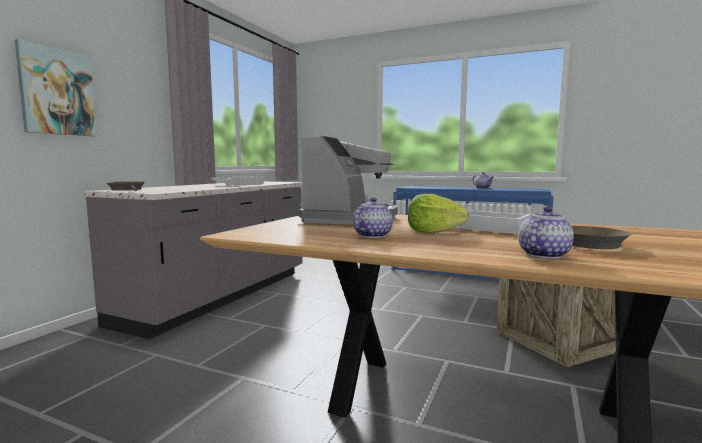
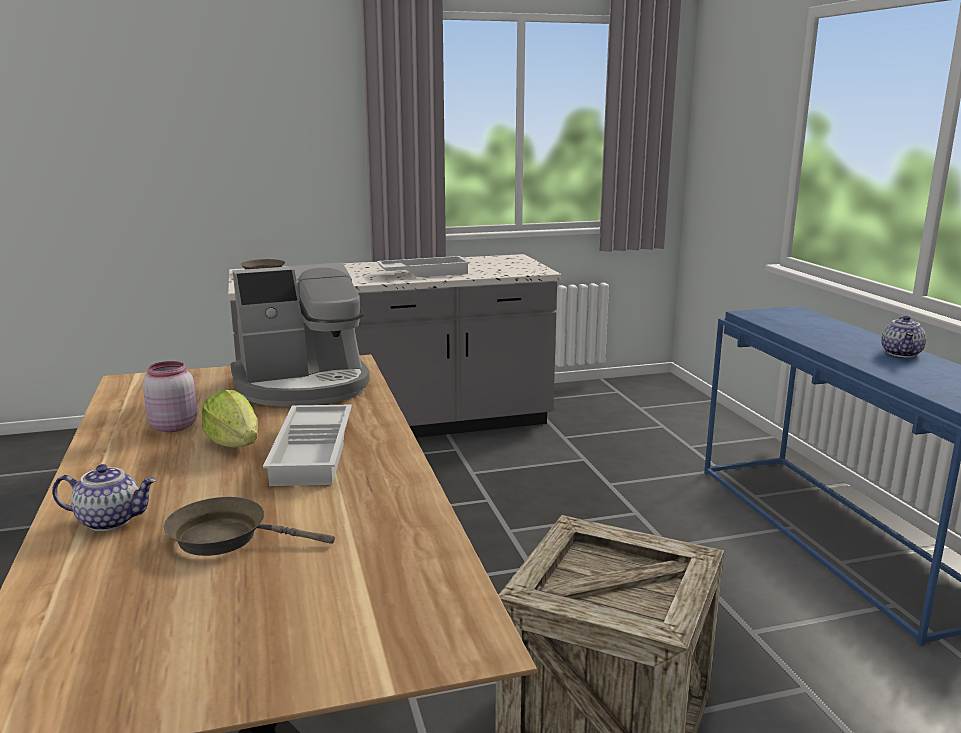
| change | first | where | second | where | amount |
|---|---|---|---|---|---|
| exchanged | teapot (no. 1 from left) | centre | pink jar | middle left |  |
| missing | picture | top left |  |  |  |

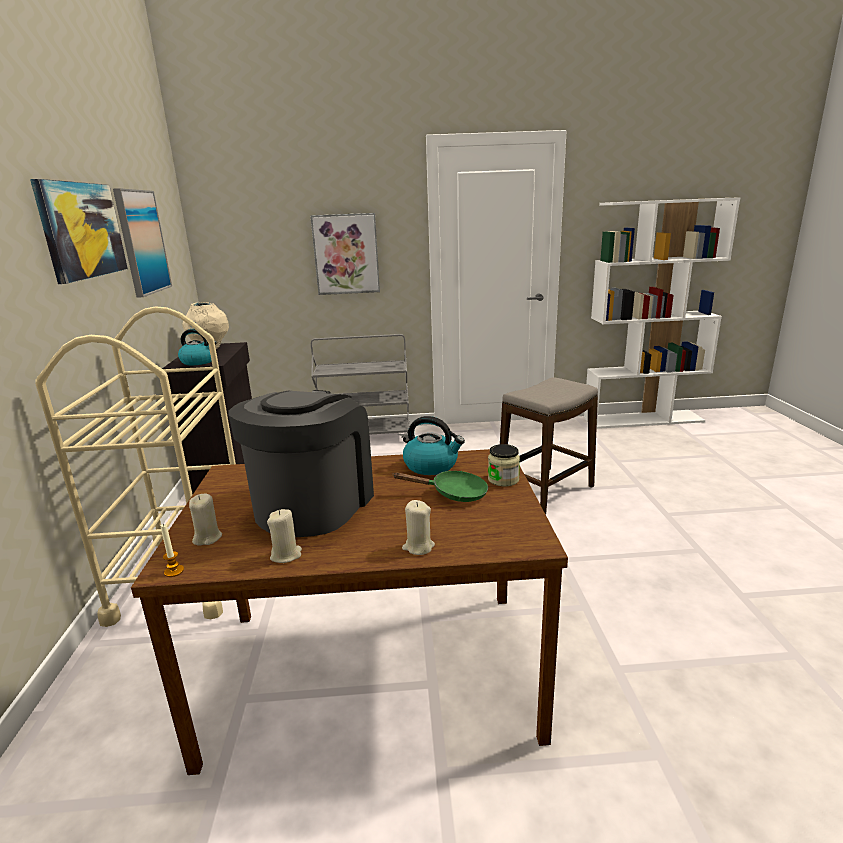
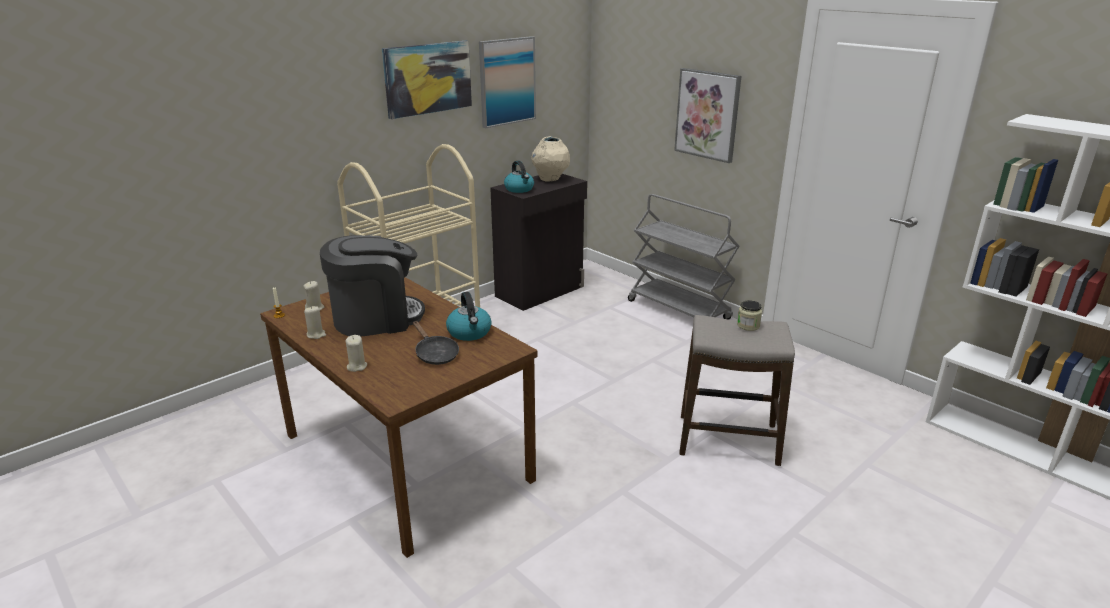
| change | first | where | second | where | amount |
|---|---|---|---|---|---|
| colour | green frying pan | centre | black frying pan | centre |  |
| relocated | jar | centre |  | middle right |  |

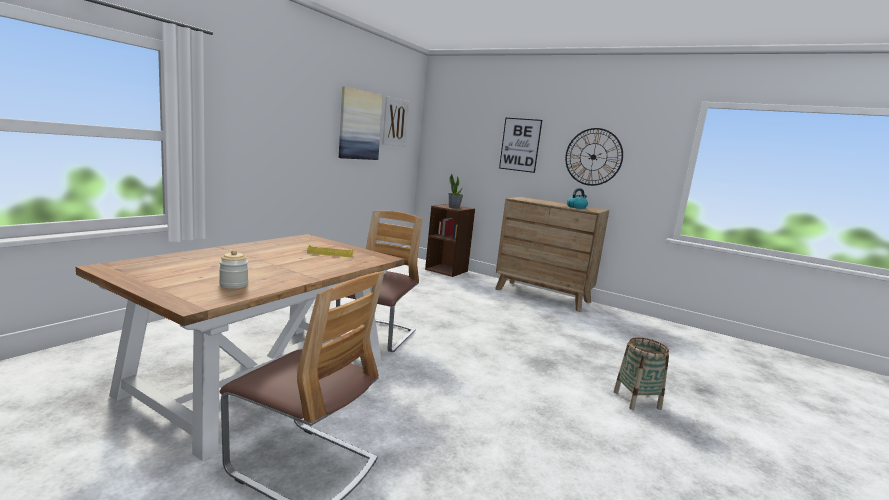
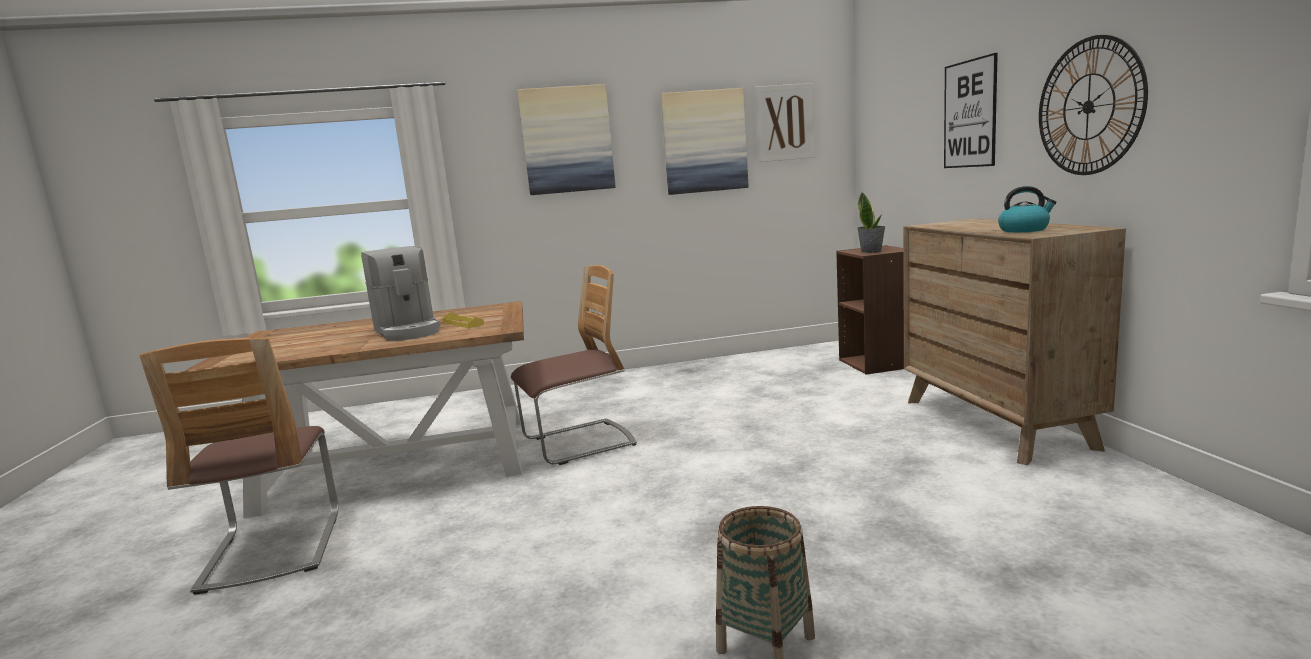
| change | first | where | second | where | amount |
|---|---|---|---|---|---|
| appeared |  |  | coffee machine | middle left |  |
| appeared |  |  | picture (no. 1 from left) | top centre |  |
| missing | jar | middle left |  |  |  |

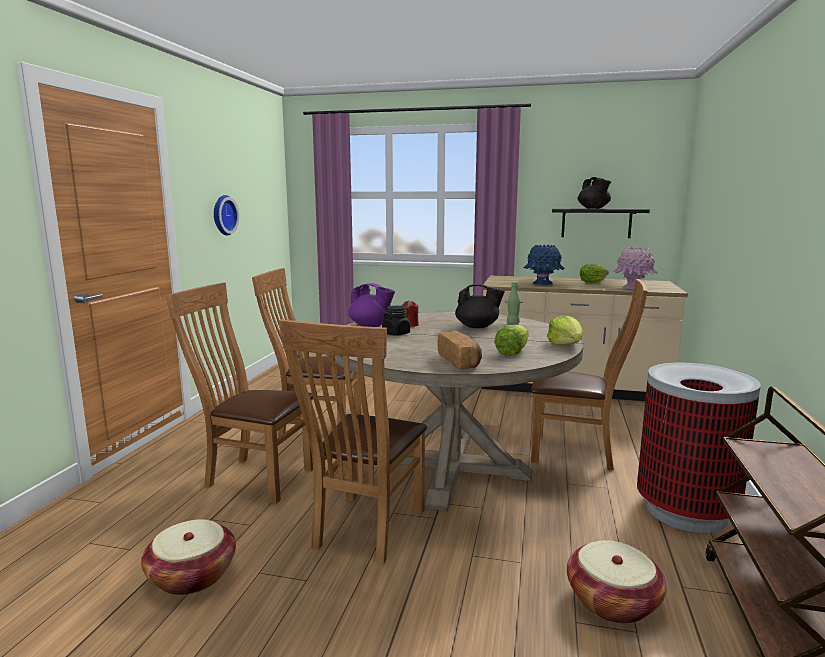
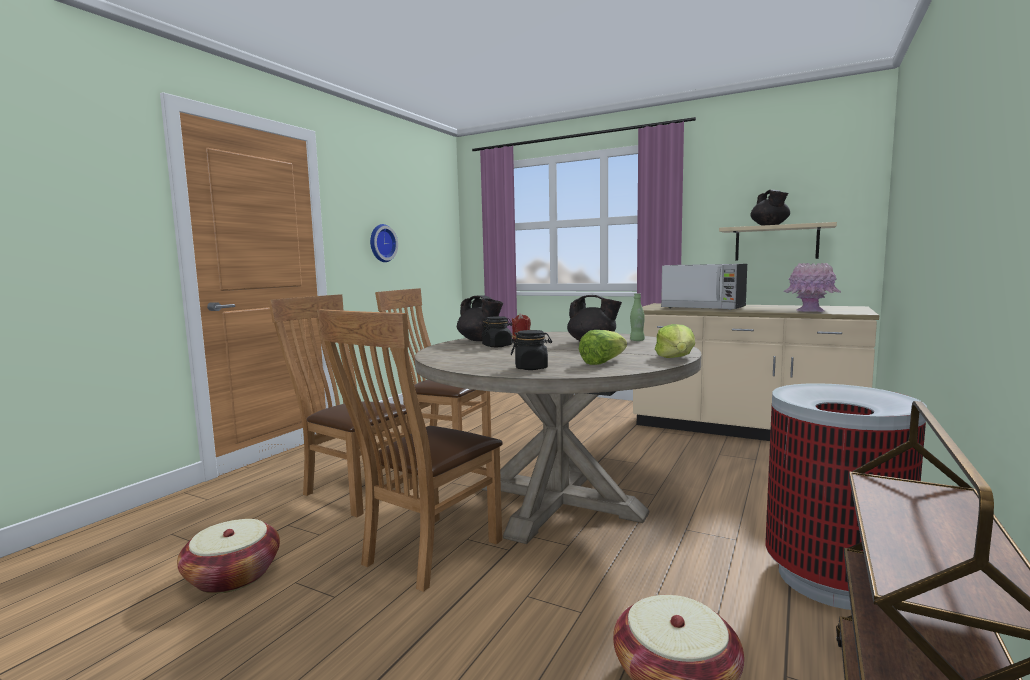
| change | first | where | second | where | amount |
|---|---|---|---|---|---|
| colour | purple teapot | centre | black teapot (no. 1 from left) | centre |  |
| exchanged | bread | centre | black jar (no. 2 from left) | centre |  |
| exchanged | blue vase | centre | microwave | middle right |  |
| colour | black shelf | middle right | beige shelf | middle right |  |
| missing | brown chair (no. 4 from left) | middle right |  |  |  |
| missing | lettuce (no. 3 from left) | middle right |  |  |  |

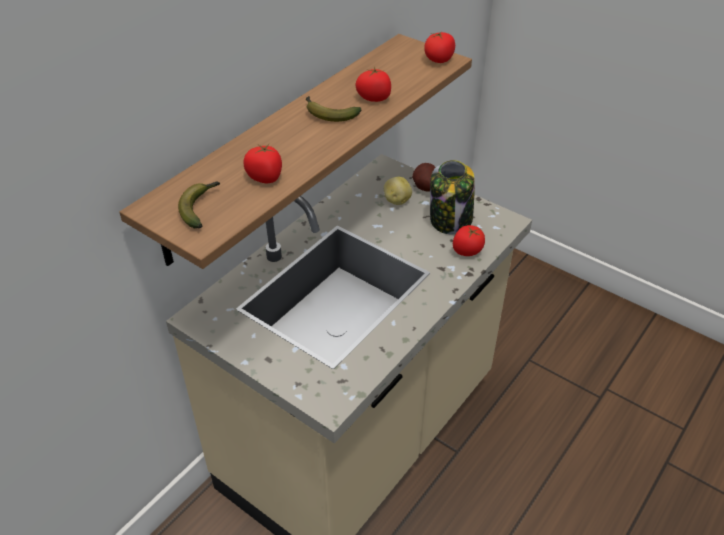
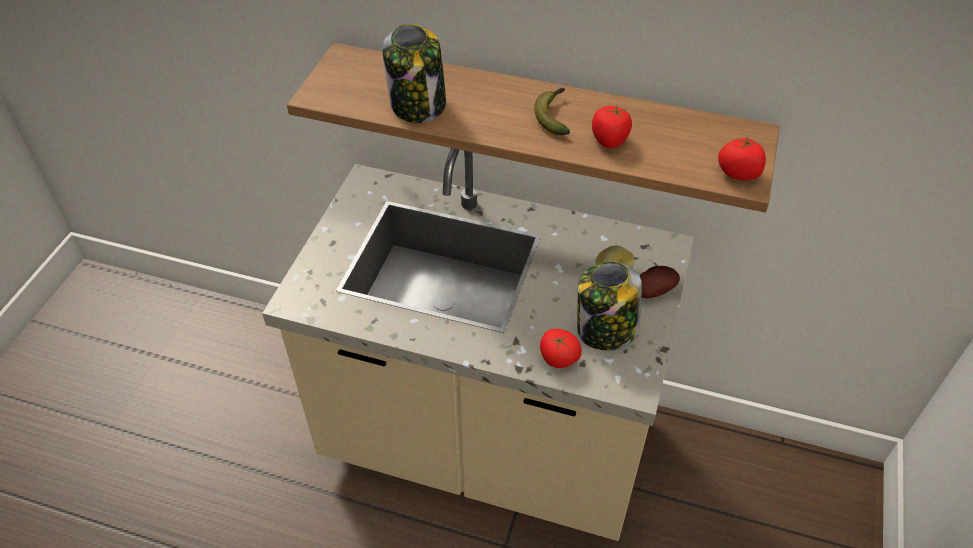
| change | first | where | second | where | amount |
|---|---|---|---|---|---|
| exchanged | tomato (no. 1 from left) | top centre | jar (no. 1 from left) | top centre |  |
| missing | banana (no. 1 from left) | middle left |  |  |  |

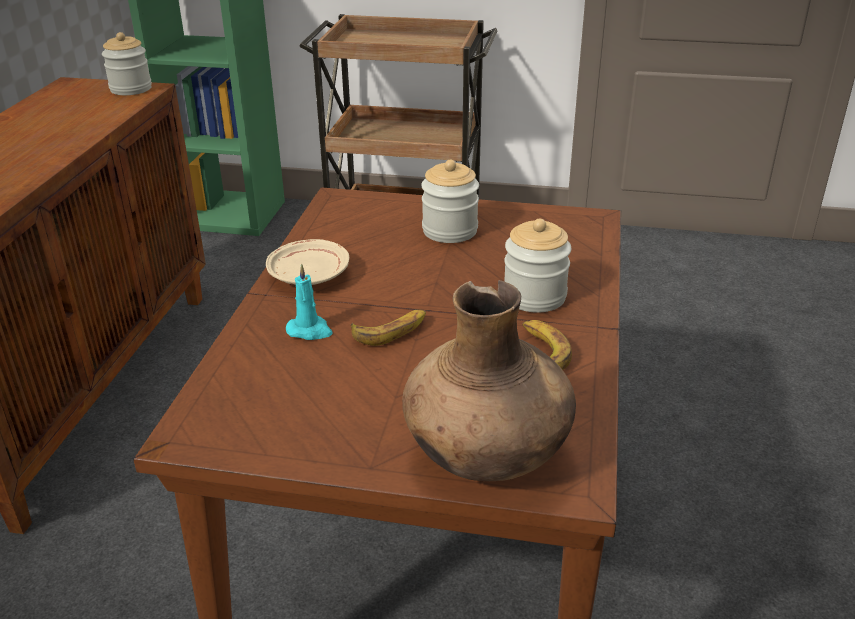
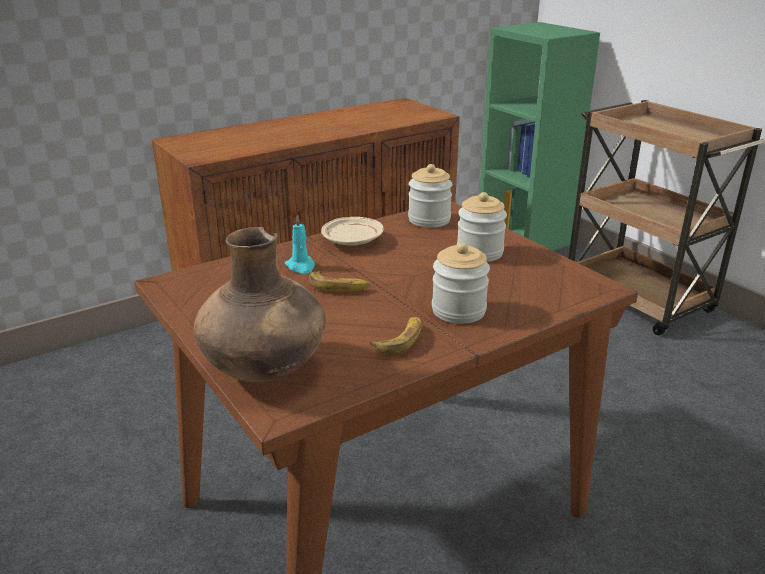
| change | first | where | second | where | amount |
|---|---|---|---|---|---|
| relocated | jar (no. 1 from left) | top left |  | centre |  |

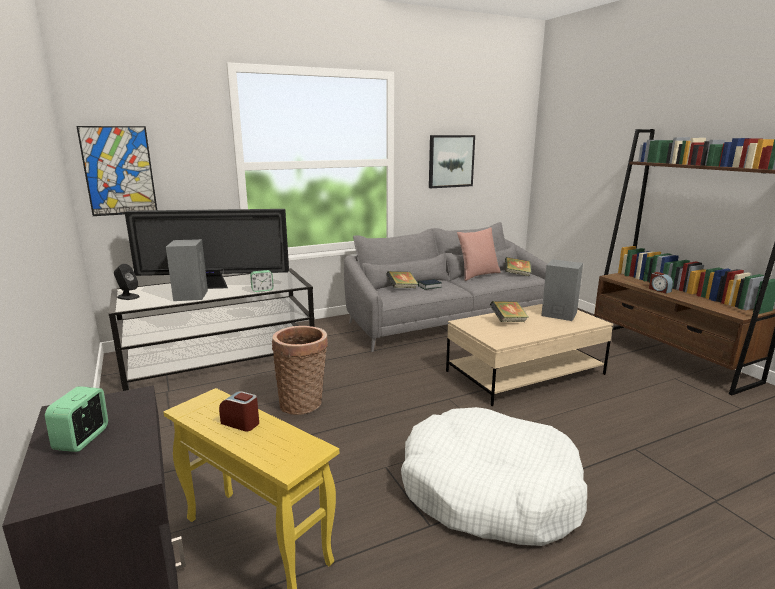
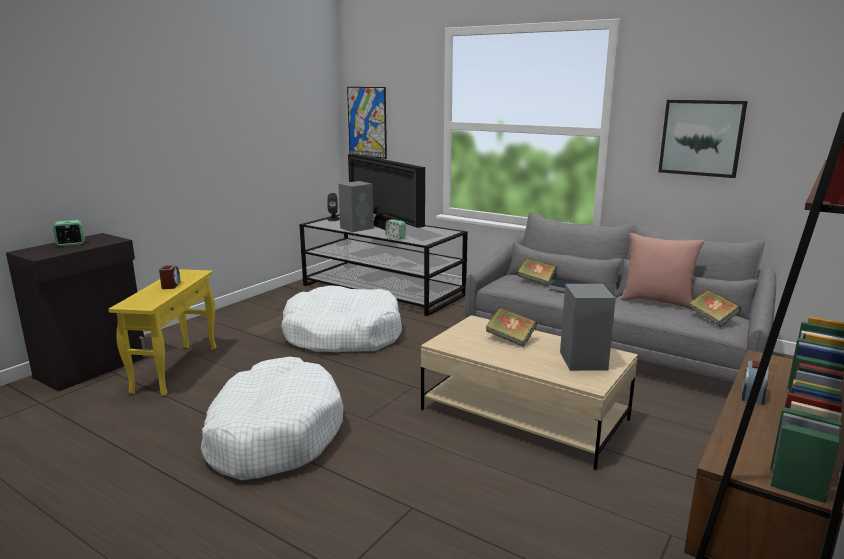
| change | first | where | second | where | amount |
|---|---|---|---|---|---|
| exchanged | basket | centre | white dog bed (no. 2 from left) | centre |  |

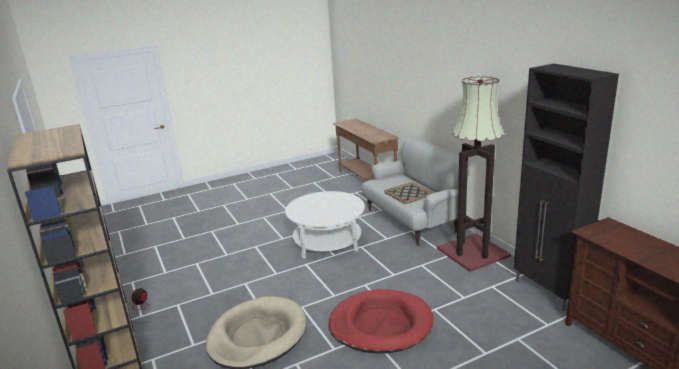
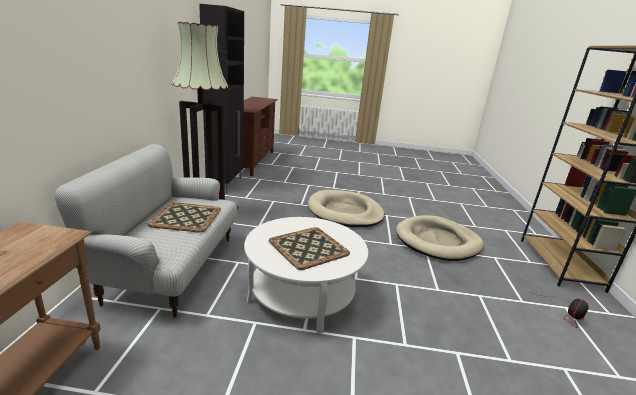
| change | first | where | second | where | amount |
|---|---|---|---|---|---|
| appeared |  |  | tray (no. 2 from left) | centre |  |
| colour | red dog bed | bottom centre | beige dog bed (no. 1 from left) | centre |  |

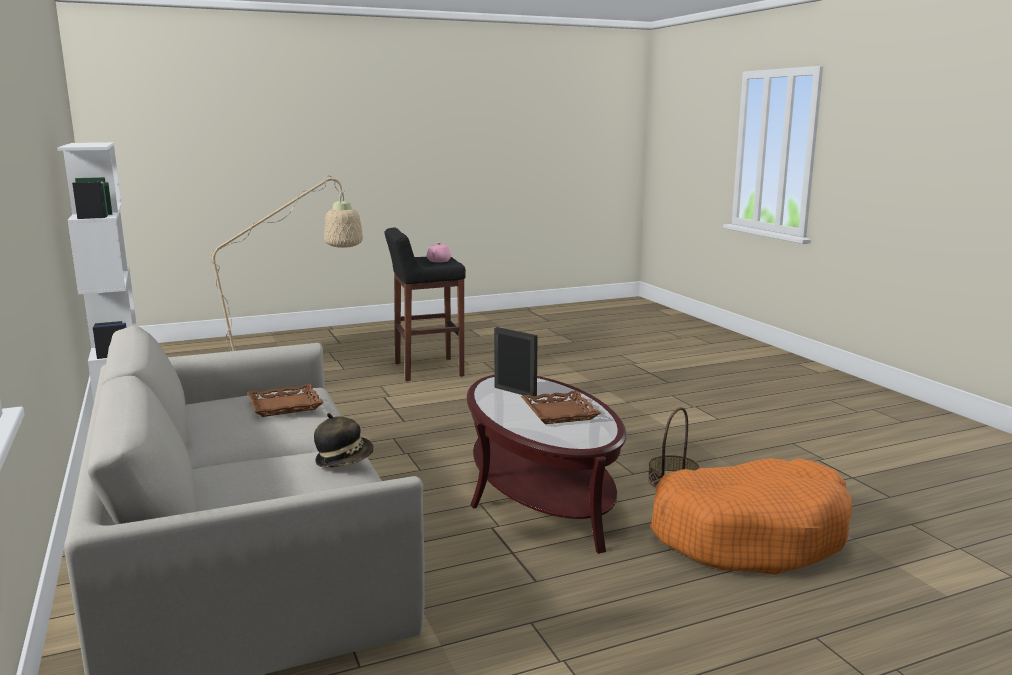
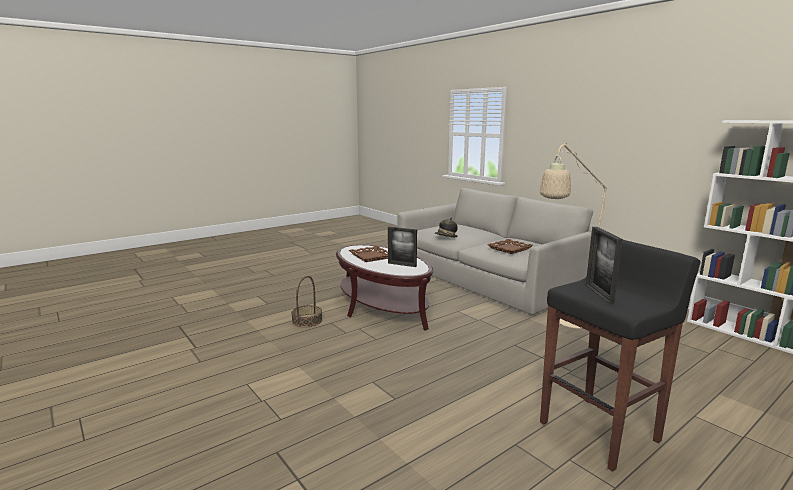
| change | first | where | second | where | amount |
|---|---|---|---|---|---|
| exchanged | pink teapot | centre | picture frame (no. 2 from left) | middle right |  |
| missing | orange dog bed | bottom right |  |  |  |

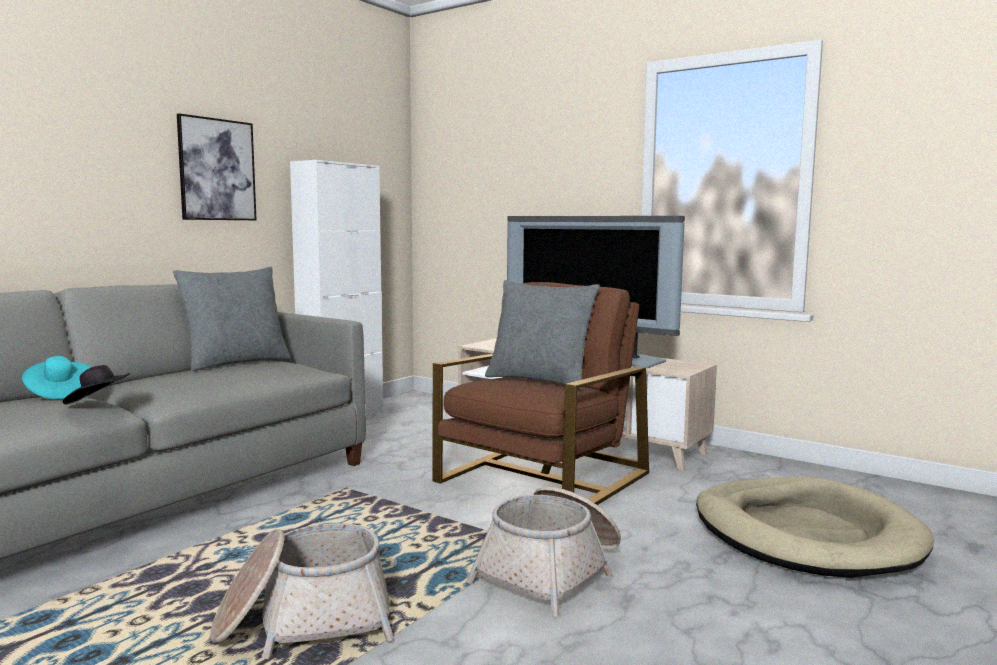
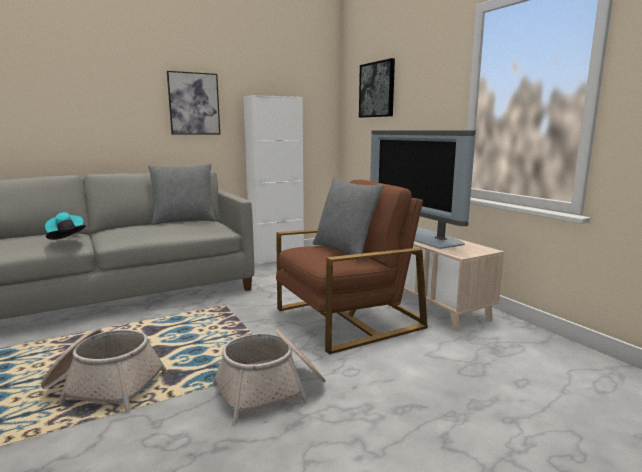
| change | first | where | second | where | amount |
|---|---|---|---|---|---|
| appeared |  |  | picture (no. 2 from left) | top centre |  |
| missing | beige dog bed | bottom right |  |  |  |

